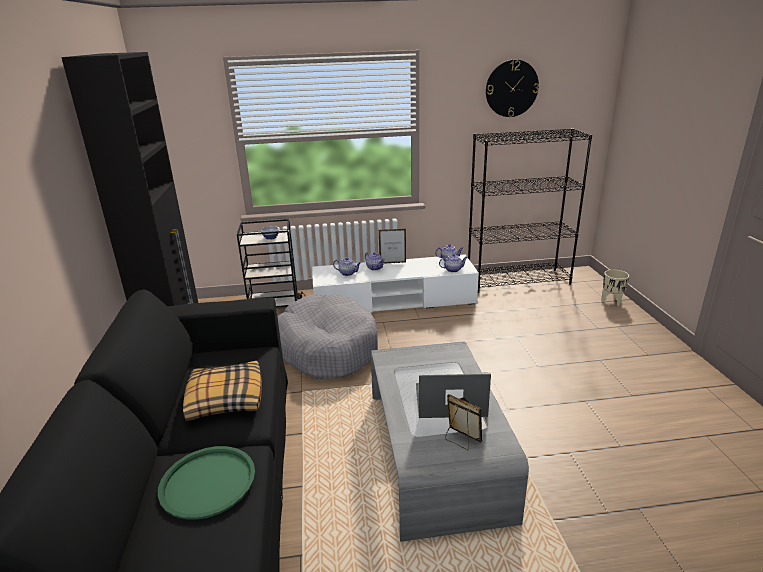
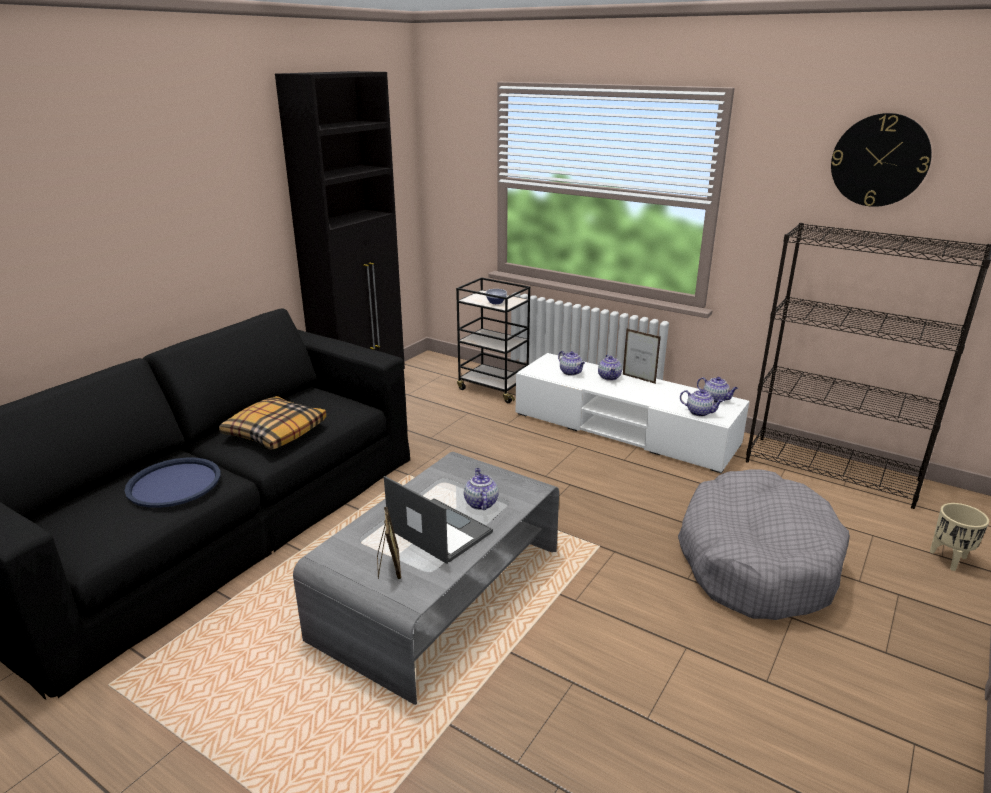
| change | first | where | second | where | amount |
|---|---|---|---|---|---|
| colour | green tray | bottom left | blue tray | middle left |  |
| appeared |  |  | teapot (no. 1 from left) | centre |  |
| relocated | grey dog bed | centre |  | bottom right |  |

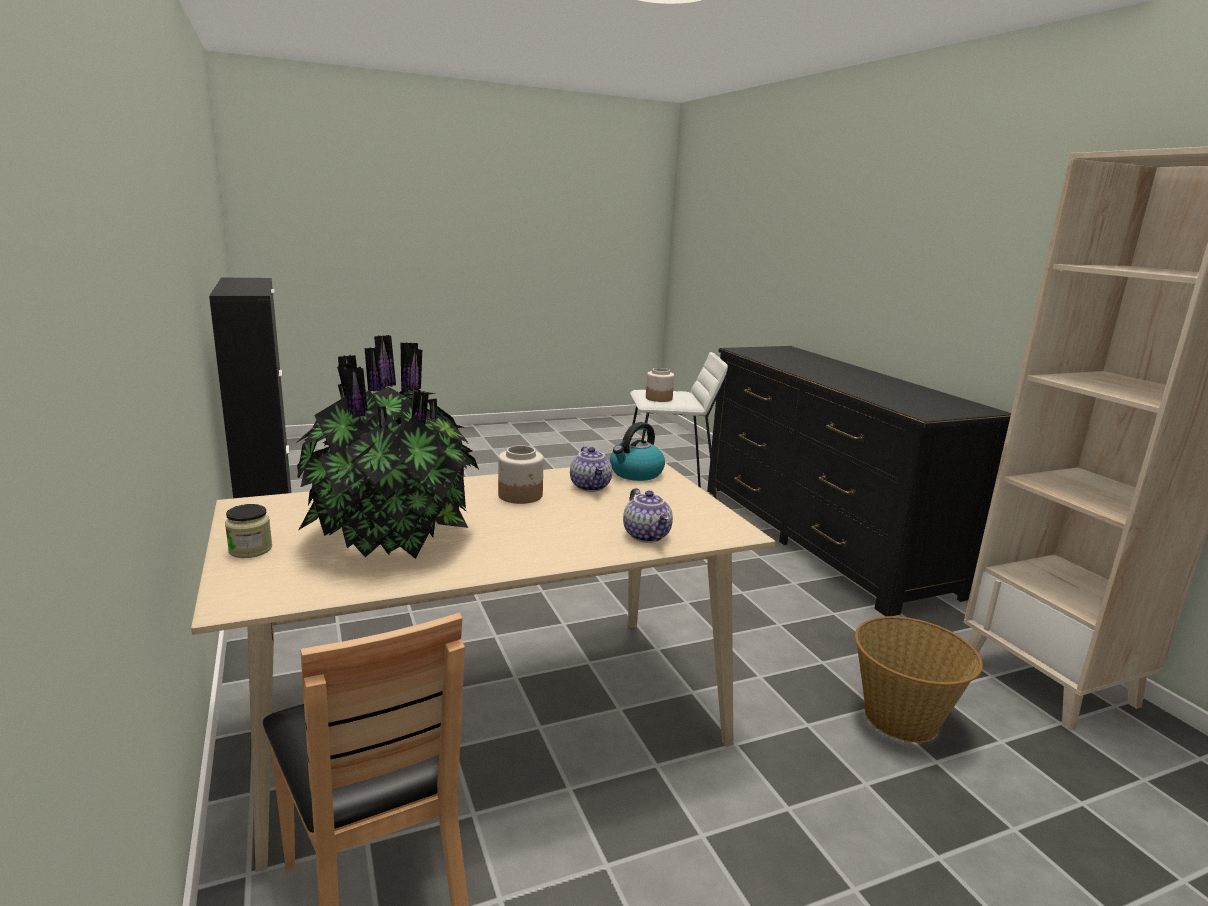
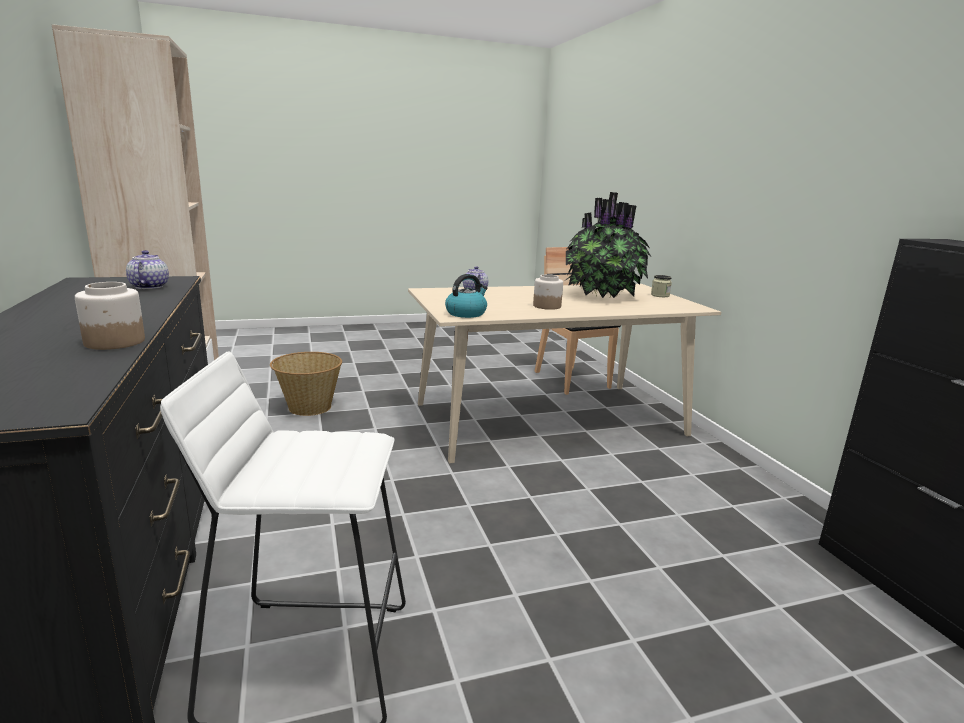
| change | first | where | second | where | amount |
|---|---|---|---|---|---|
| relocated | jar (no. 3 from left in the first image) | centre | jar (no. 1 from left) | middle left |  |
| relocated | teapot (no. 1 from left) | centre |  | middle left |  |

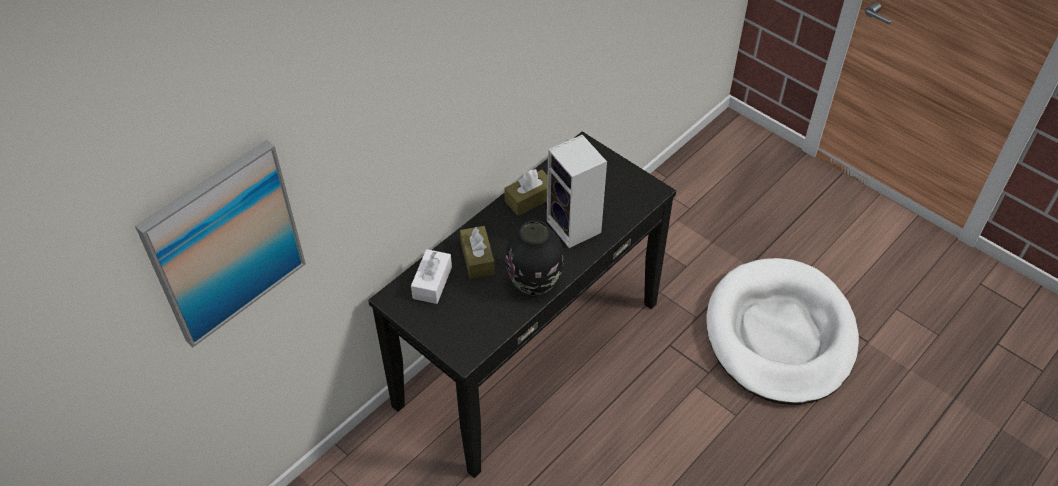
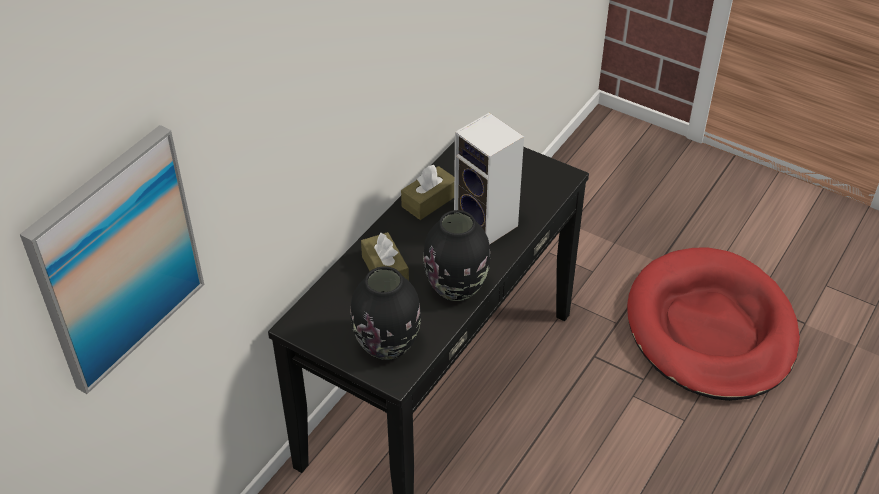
| change | first | where | second | where | amount |
|---|---|---|---|---|---|
| appeared |  |  | black vase (no. 1 from left) | centre |  |
| colour | white dog bed | bottom right | red dog bed | middle right |  |
| missing | white tissue box | centre |  |  |  |

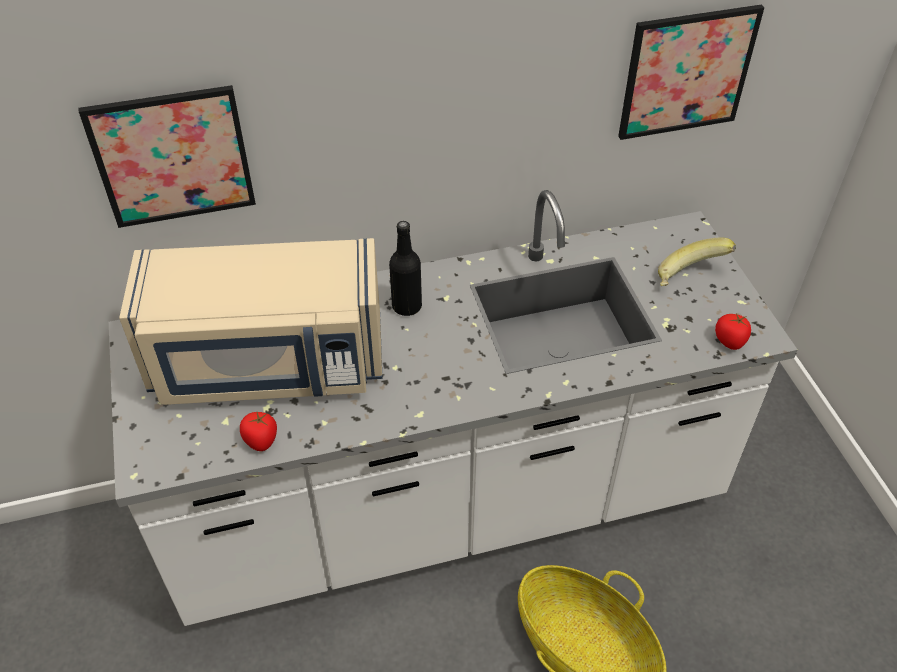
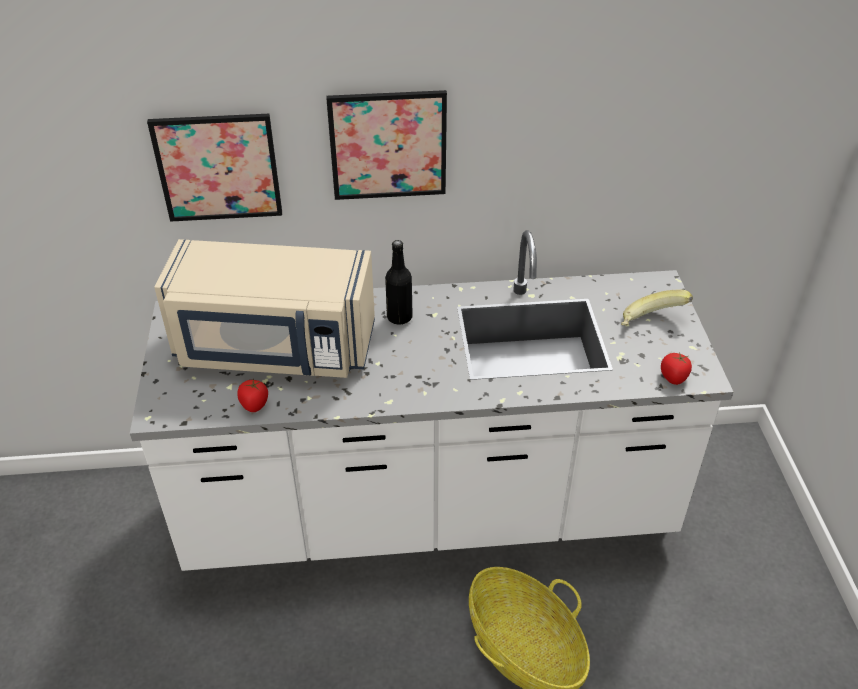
| change | first | where | second | where | amount |
|---|---|---|---|---|---|
| relocated | picture (no. 2 from left) | top right |  | top centre |  |

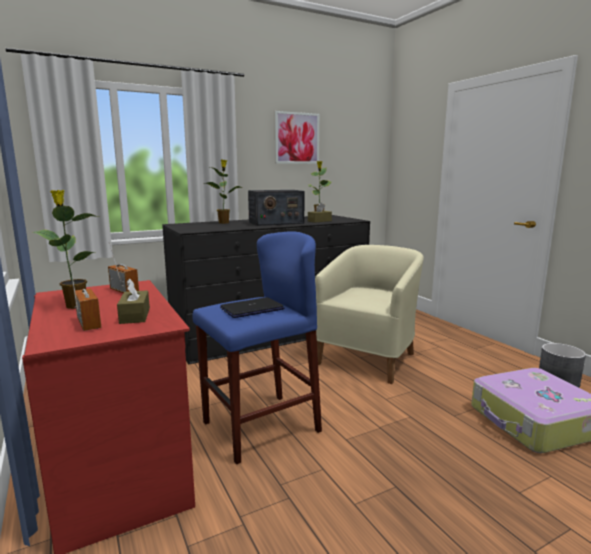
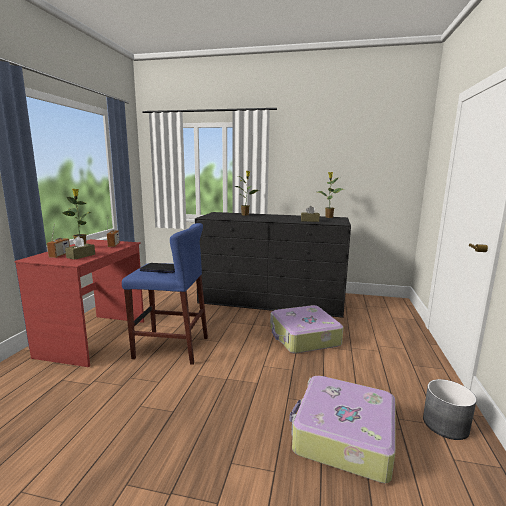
| change | first | where | second | where | amount |
|---|---|---|---|---|---|
| exchanged | beige armchair | centre | suitcase (no. 1 from left) | centre |  |
| missing | radio (no. 3 from left) | centre |  |  |  |
| missing | picture | top centre |  |  |  |

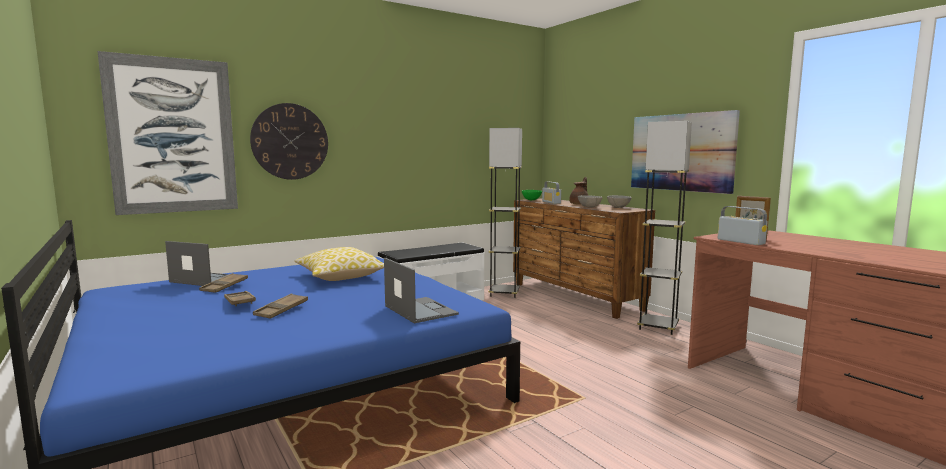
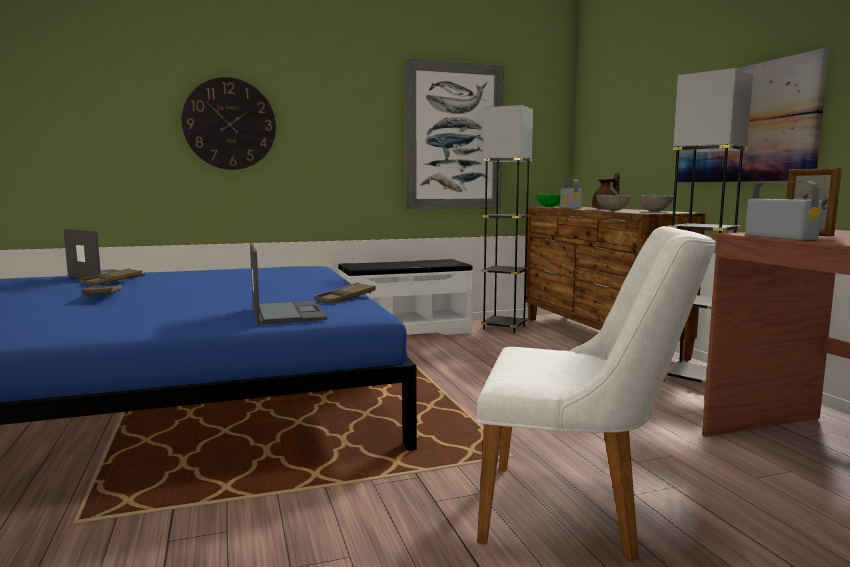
| change | first | where | second | where | amount |
|---|---|---|---|---|---|
| relocated | brown tray (no. 3 from left) | middle left |  | centre |  |
| relocated | picture (no. 1 from left) | top left |  | top centre |  |
| appeared |  |  | white chair | bottom right |  |
| missing | pillow | centre |  |  |  |

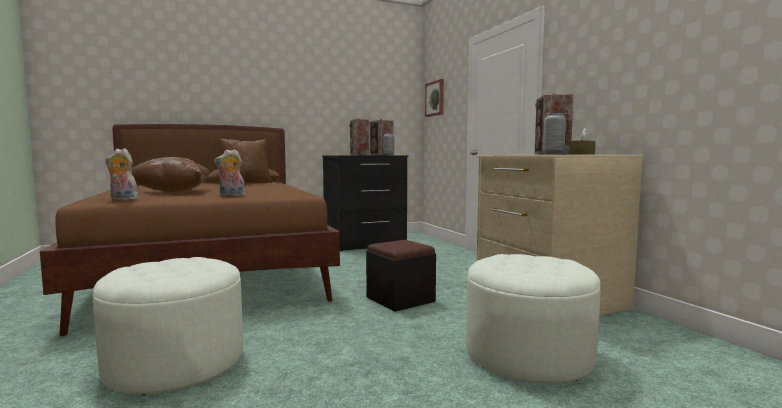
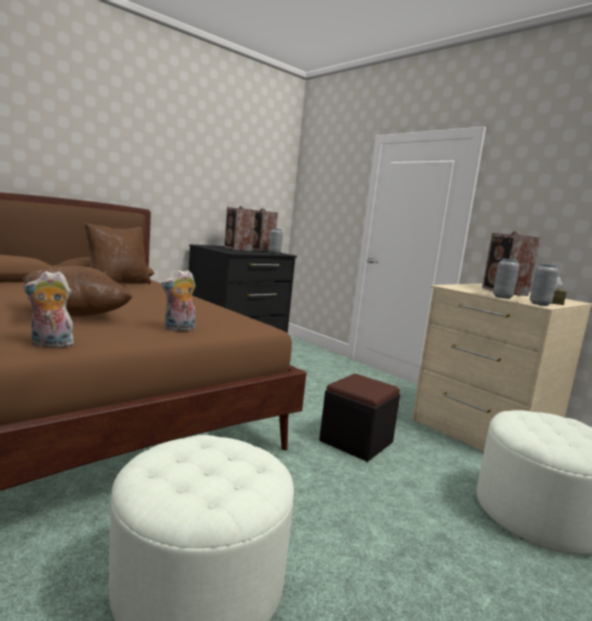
| change | first | where | second | where | amount |
|---|---|---|---|---|---|
| appeared |  |  | grey vase (no. 2 from left) | middle right |  |
| missing | picture | top centre |  |  |  |

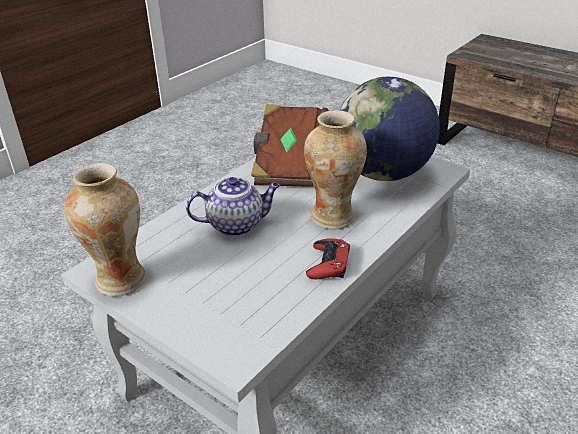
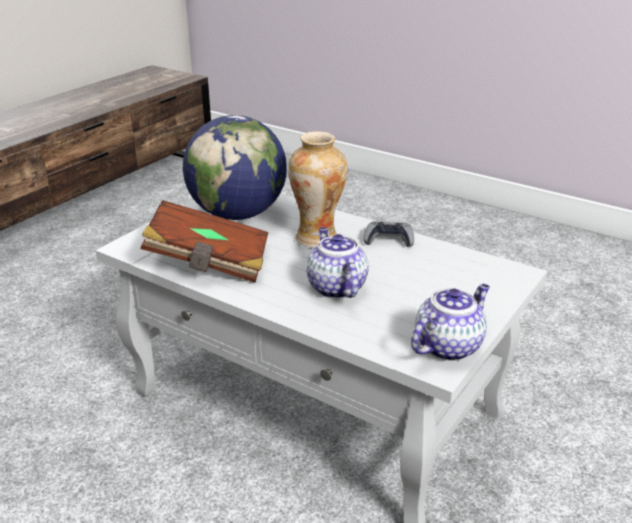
| change | first | where | second | where | amount |
|---|---|---|---|---|---|
| colour | red game controller | centre | grey game controller | centre |  |
| exchanged | vase (no. 1 from left) | middle left | teapot (no. 2 from left) | middle right |  |

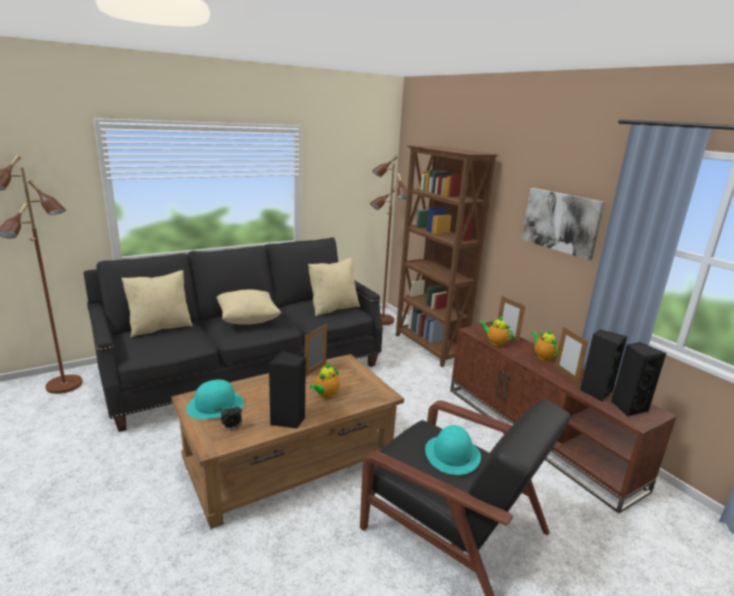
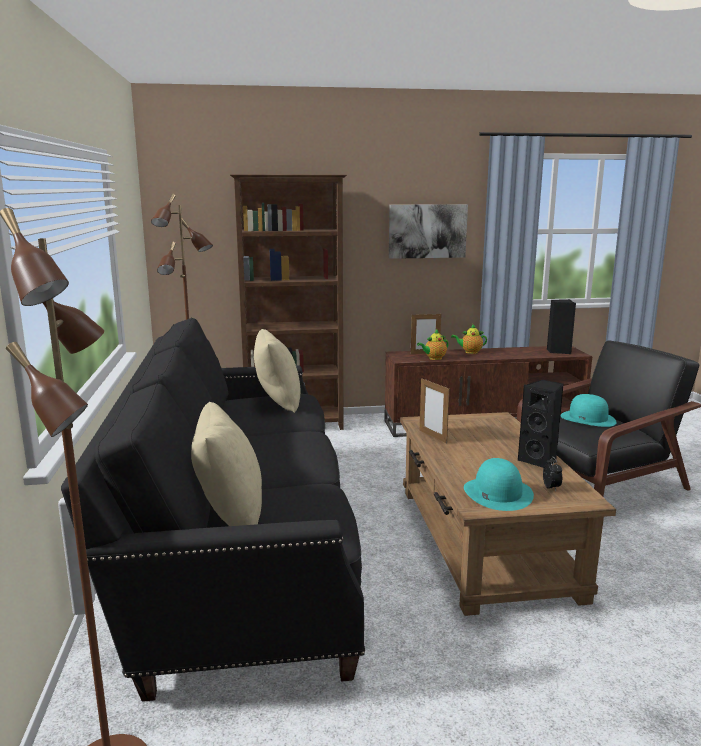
| change | first | where | second | where | amount |
|---|---|---|---|---|---|
| missing | beige pillow (no. 2 from left) | centre |  |  |  |
| missing | teapot (no. 1 from left) | centre |  |  |  |
| missing | picture frame (no. 3 from left) | middle right |  |  |  |
| missing | black speaker (no. 2 from left) | middle right |  |  |  |

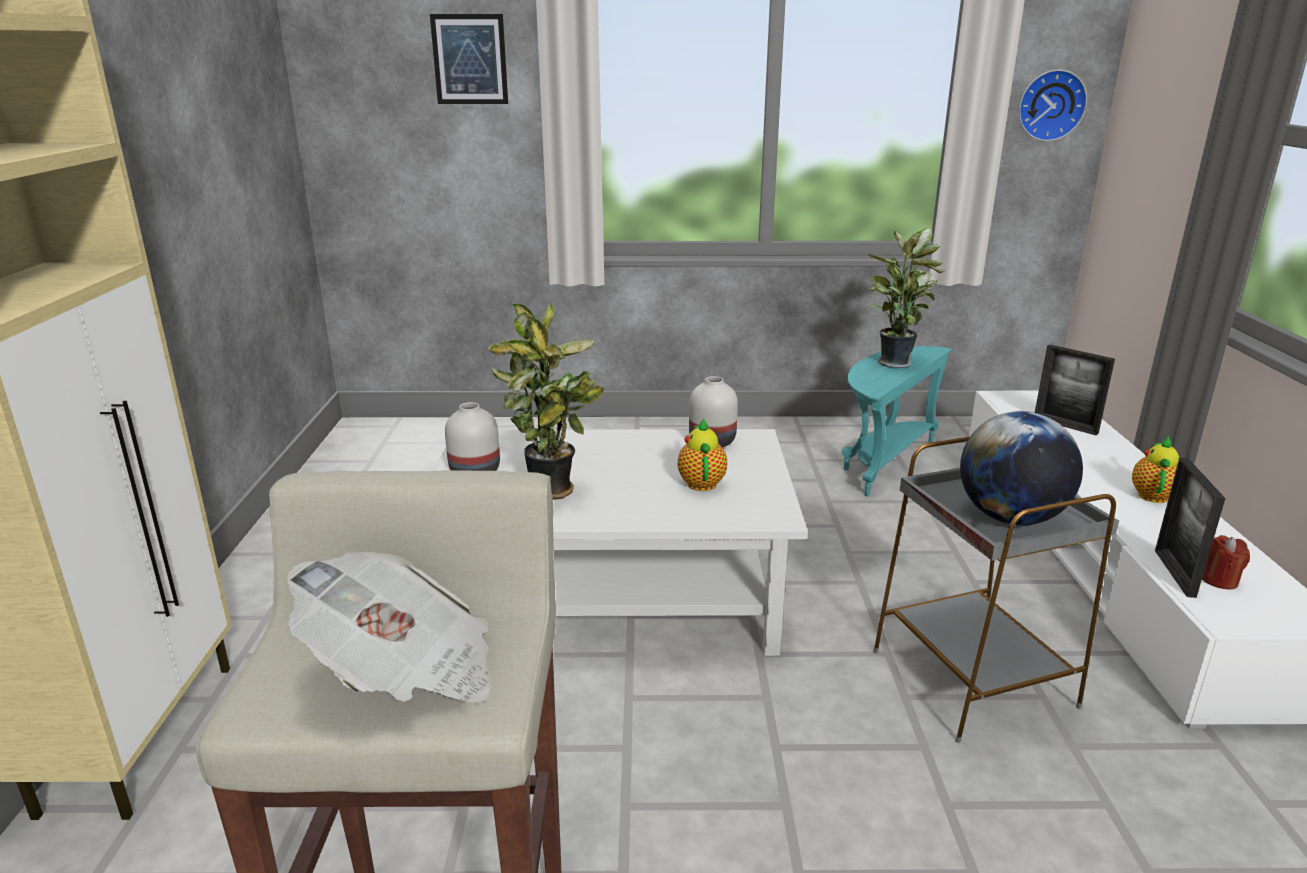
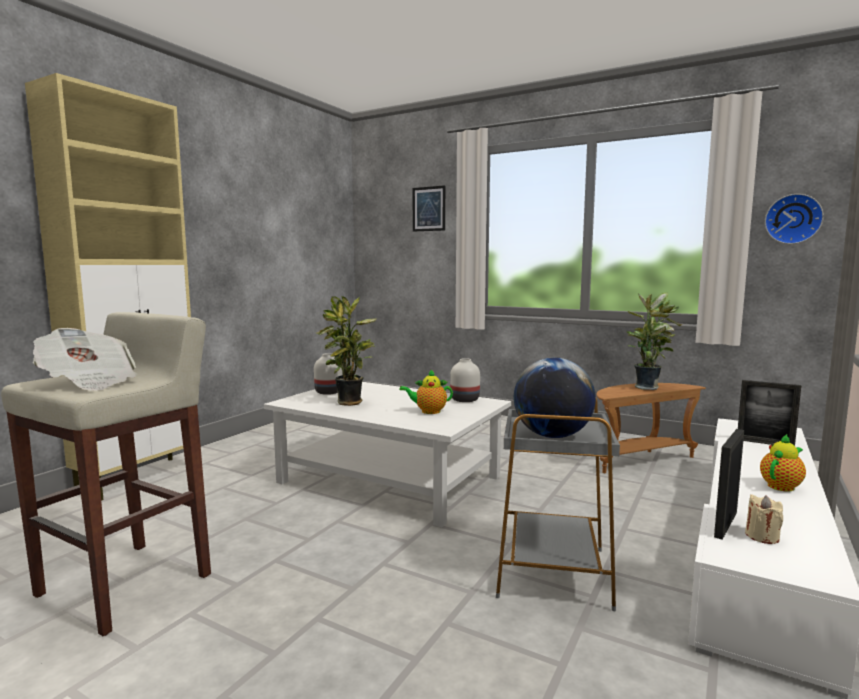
| change | first | where | second | where | amount |
|---|---|---|---|---|---|
| spun | teapot (no. 1 from left) | centre |  | centre | 120 degrees counterclockwise |
| colour | turquoise side table | middle right | brown side table | middle right |  |
| spun | picture frame (no. 1 from left in the first image) | middle right | picture frame (no. 2 from left) | middle right | 45 degrees counterclockwise |
| colour | red candle | middle right | beige candle | bottom right |  |

